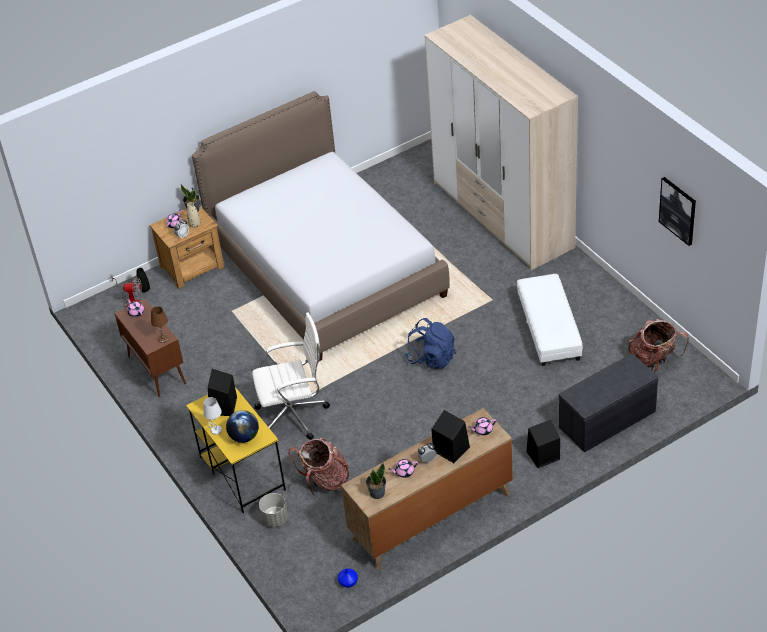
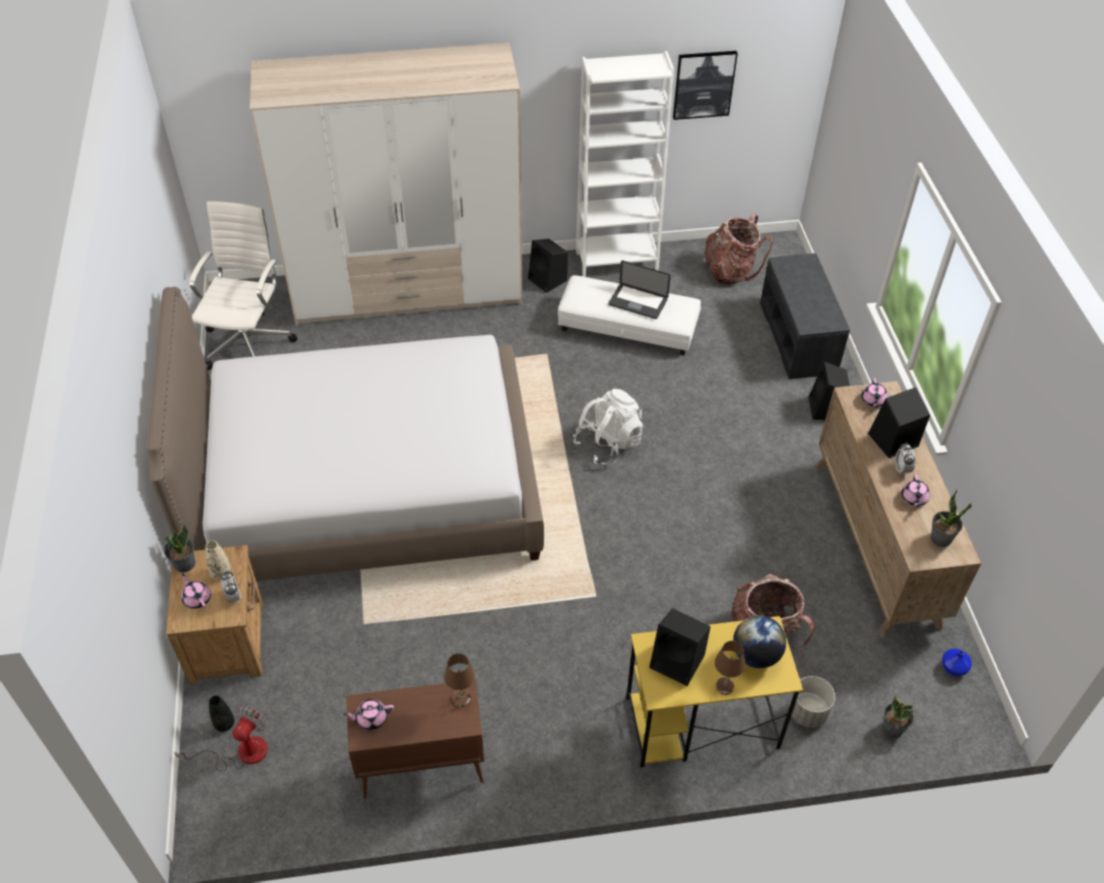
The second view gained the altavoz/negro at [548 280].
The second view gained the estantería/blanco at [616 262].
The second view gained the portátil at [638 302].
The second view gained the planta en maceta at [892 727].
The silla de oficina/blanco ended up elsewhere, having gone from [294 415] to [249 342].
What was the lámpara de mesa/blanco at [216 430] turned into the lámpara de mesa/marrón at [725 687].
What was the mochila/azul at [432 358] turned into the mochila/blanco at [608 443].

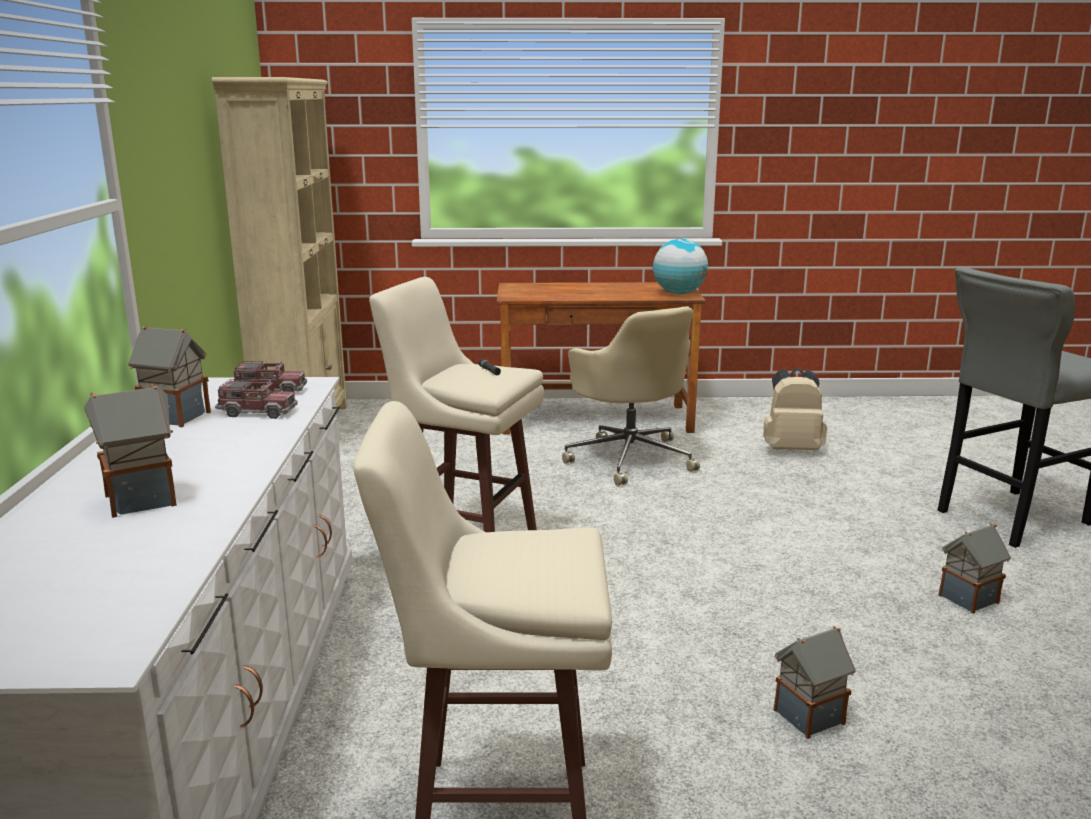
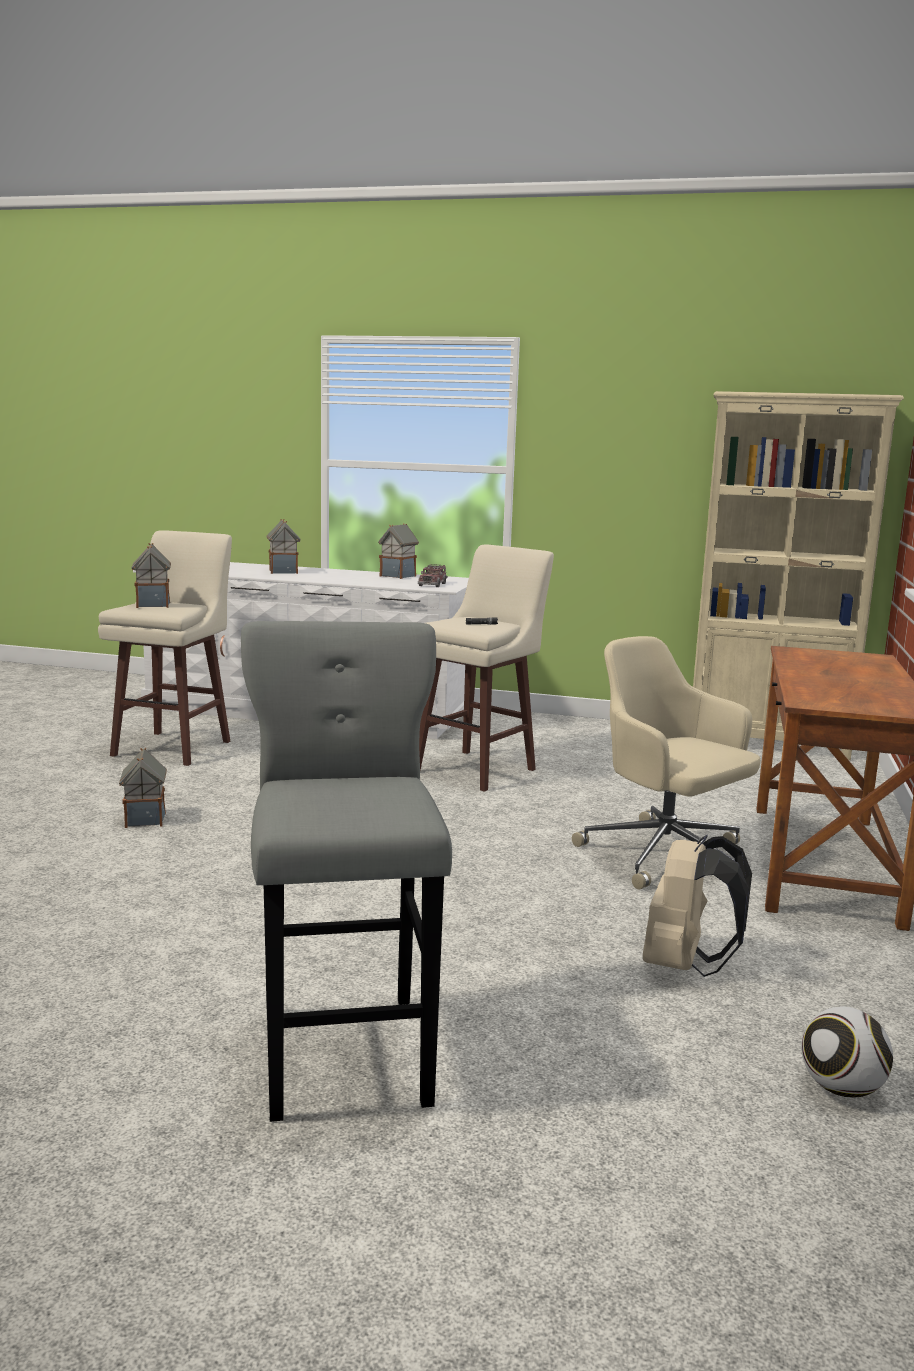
The second view lost the camión de juguete at [257 412].
The second view lost the globo terráqueo at [678 293].
The second view gained the balón de fútbol at [841 1088].
The casita ended up elsewhere, having gone from [968 600] to [153 605].
The silla de oficina/beis at [630 458] ended up facing another way, 60 degrees clockwise from before.

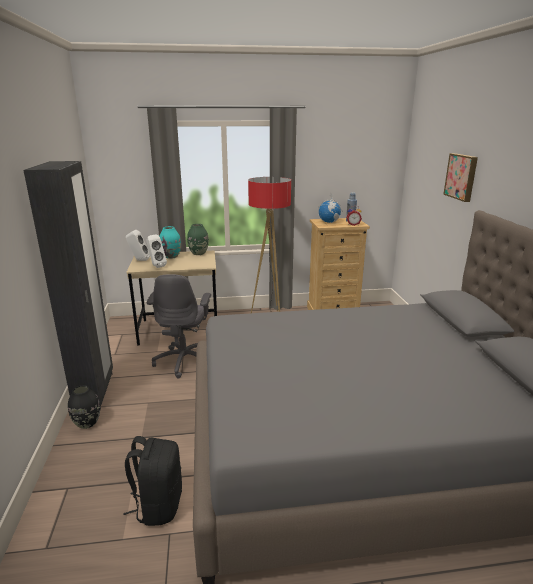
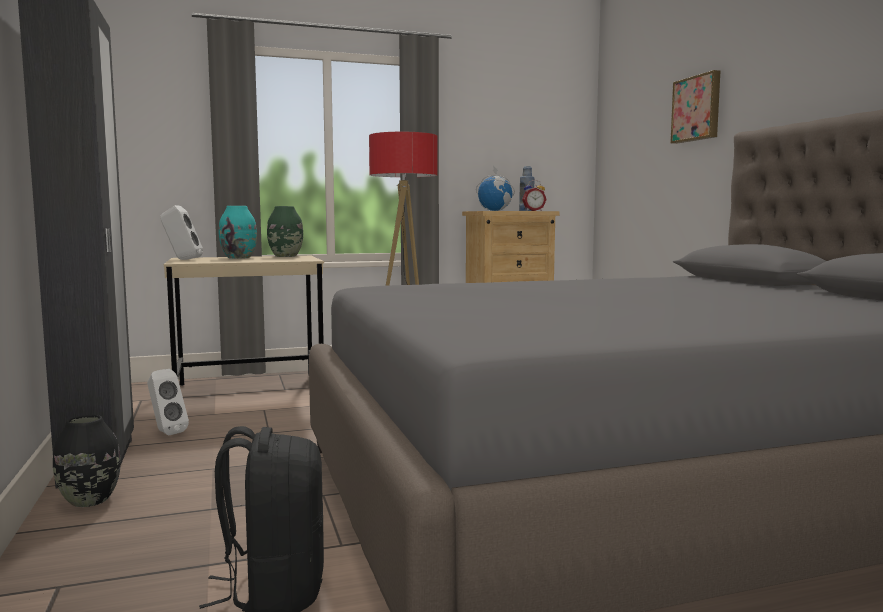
The second view lost the silla de oficina/gris at [184 361].
The altavoz/blanco ended up elsewhere, having gone from [156 266] to [166 433].

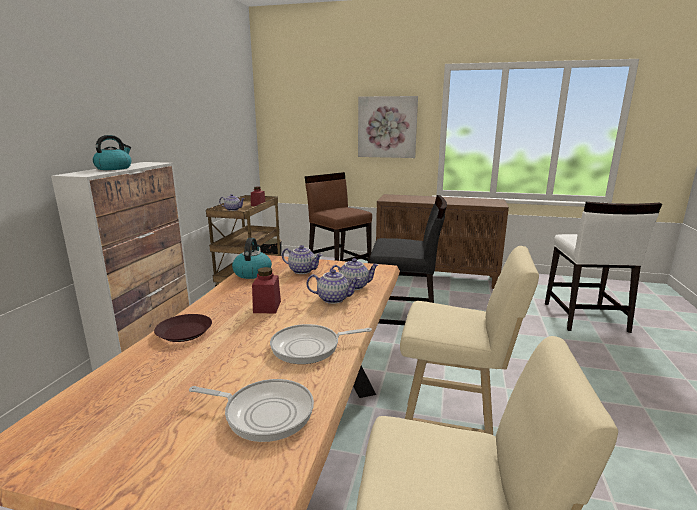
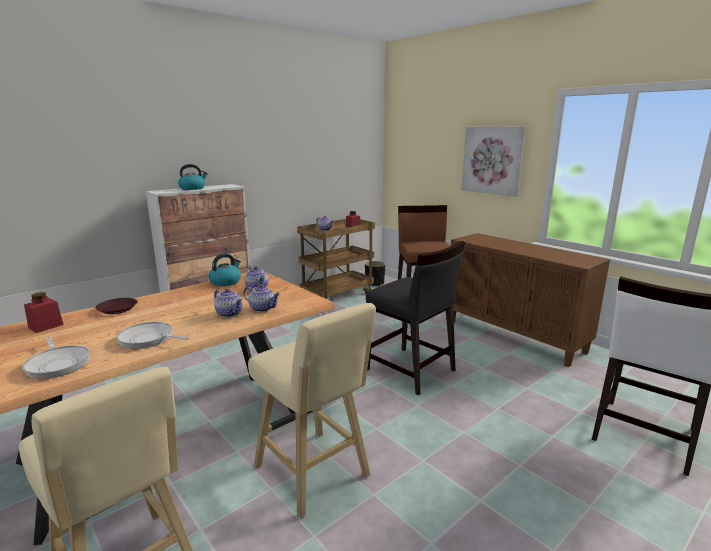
The tarro/rojo ended up elsewhere, having gone from [267 307] to [46 326].

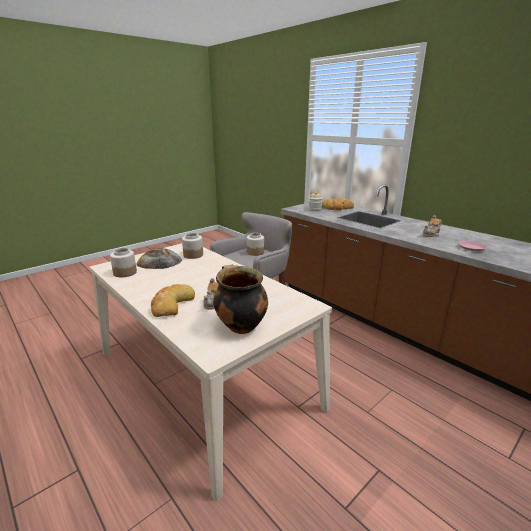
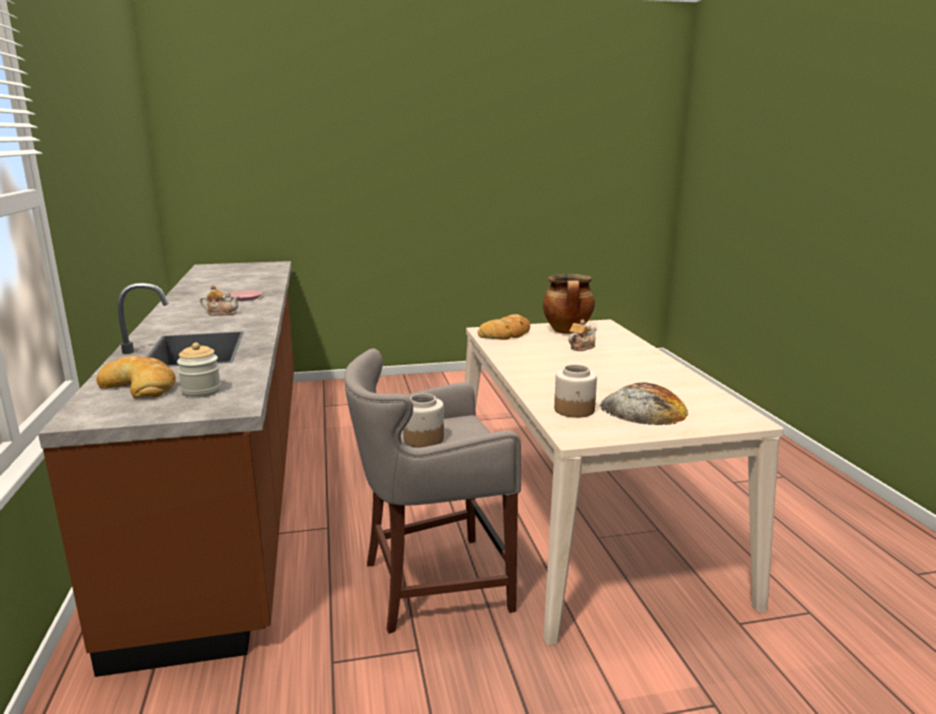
The second view lost the tarro at [125 272].
The pan ended up elsewhere, having gone from [171 304] to [507 334].

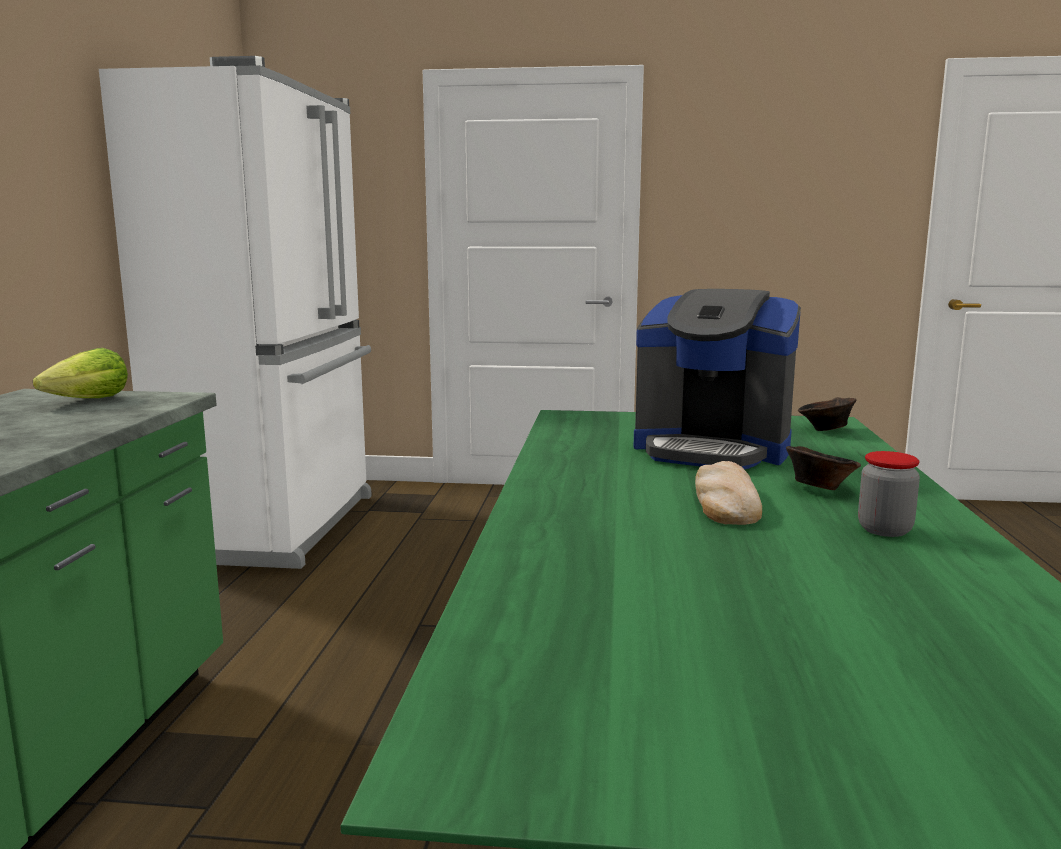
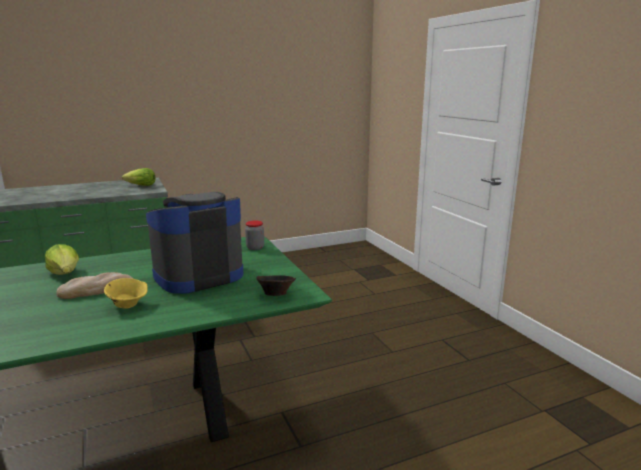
The second view lost the nevera/blanco at [279 526].
The second view gained the lechuga at [65 273].
The tarro ended up elsewhere, having gone from [884 530] to [255 247].
What was the cuenco/marrón at [819 488] turned into the cuenco/amarillo at [128 305].
The cafetera at [712 450] ended up facing another way, 60 degrees clockwise from before.

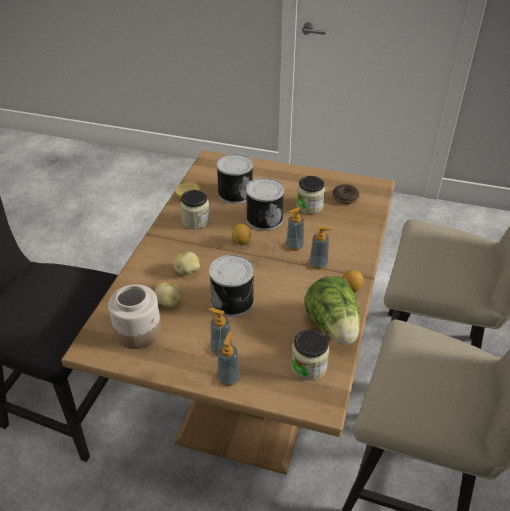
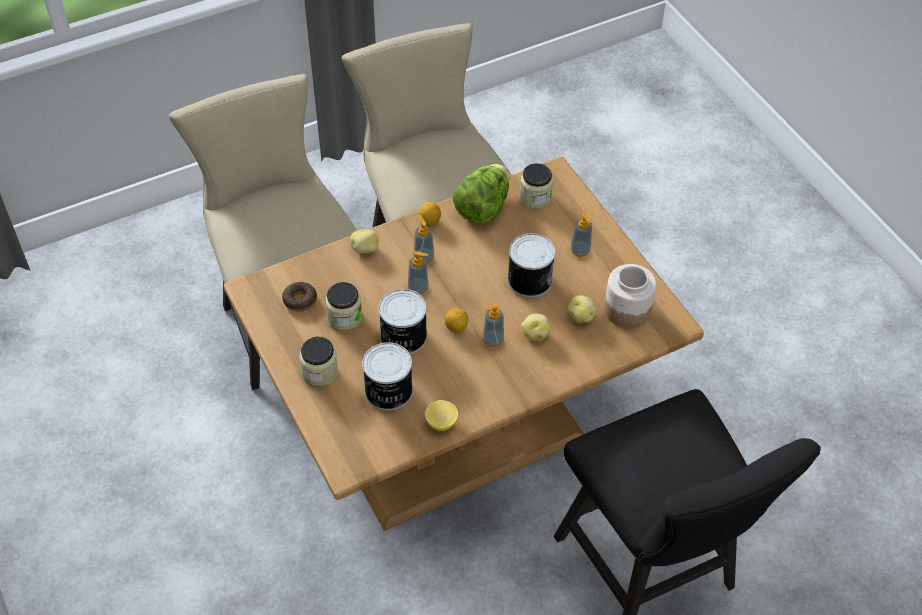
The second view gained the patata at [365 249].
The tarro ended up elsewhere, having gone from [196 221] to [320 372].
The dispensador de jabón ended up elsewhere, having gone from [229 378] to [493 340].

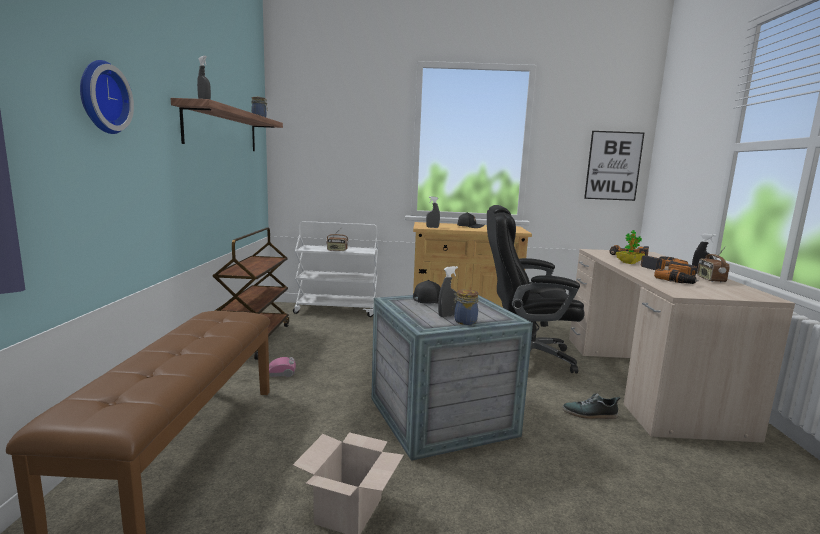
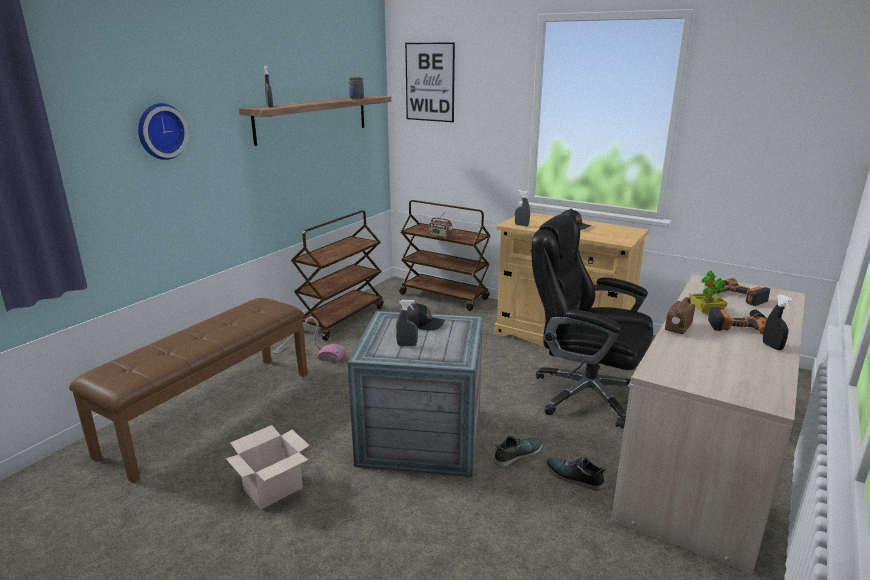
The second view lost the tarro at [464 321].
The second view lost the taladro at [680 279].
The second view gained the zapato at [517 454].
The cuadro ended up elsewhere, having gone from [613 166] to [430 82].
The radio ended up elsewhere, having gone from [710 279] to [677 328].
What was the carrito/blanco at [337 310] turned into the carrito/marrón at [444 296].

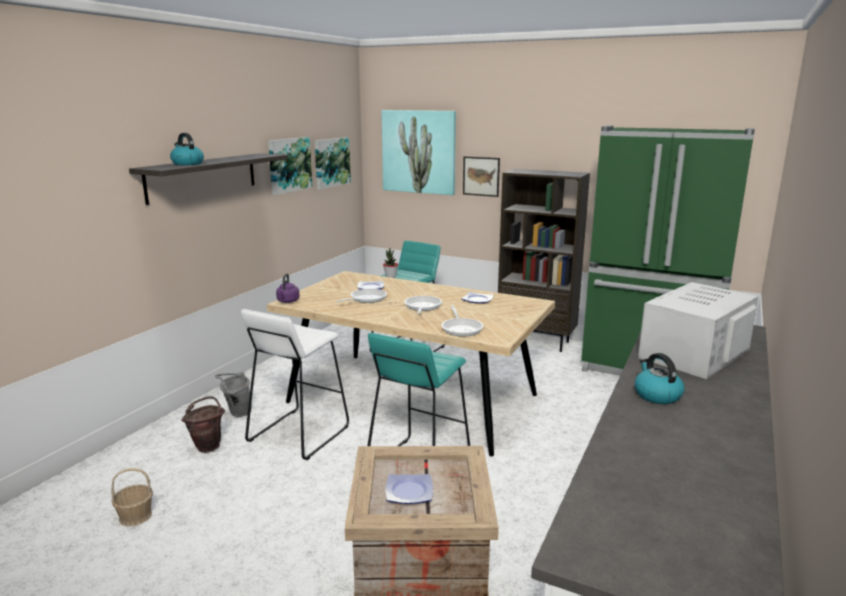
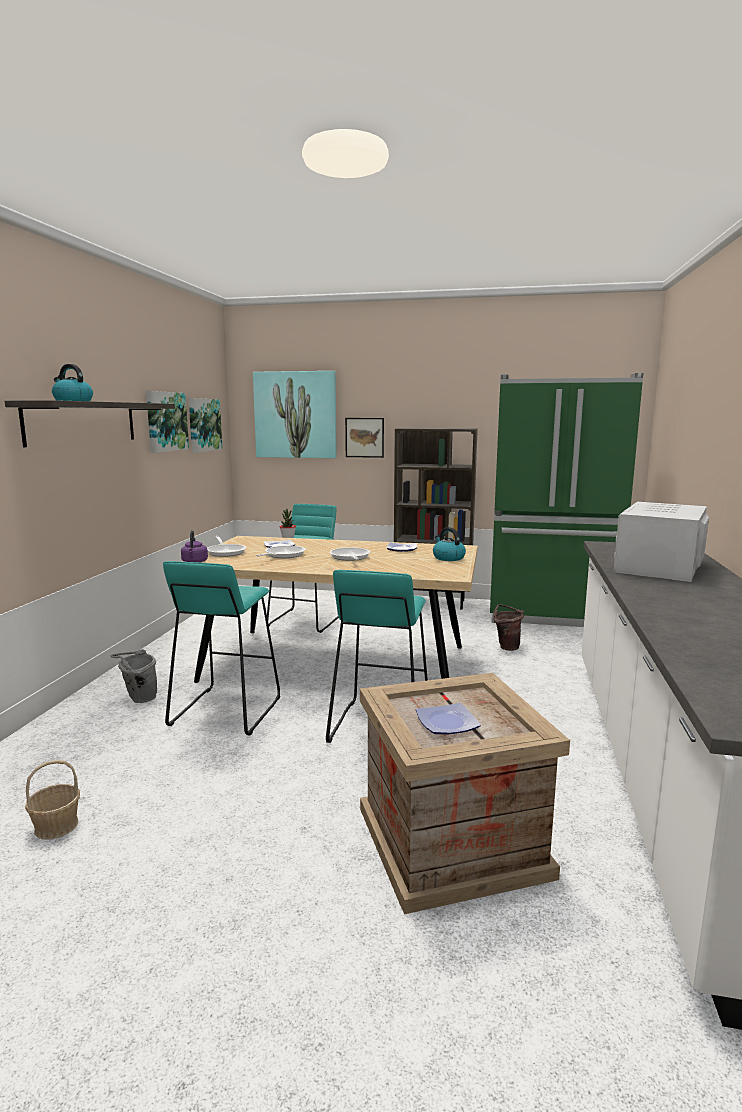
The cubo/marrón ended up elsewhere, having gone from [208 445] to [506 646].
The sartén ended up elsewhere, having gone from [461 328] to [226 552].
The hervidor ended up elsewhere, having gone from [656 395] to [448 558].
What was the taburete/blanco at [298 434] turned into the taburete/turquesa at [225 711].

